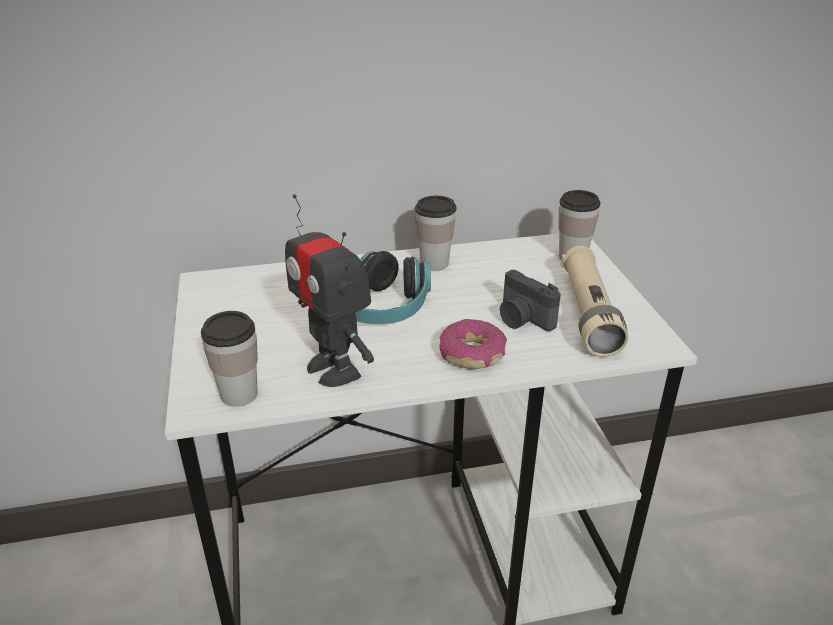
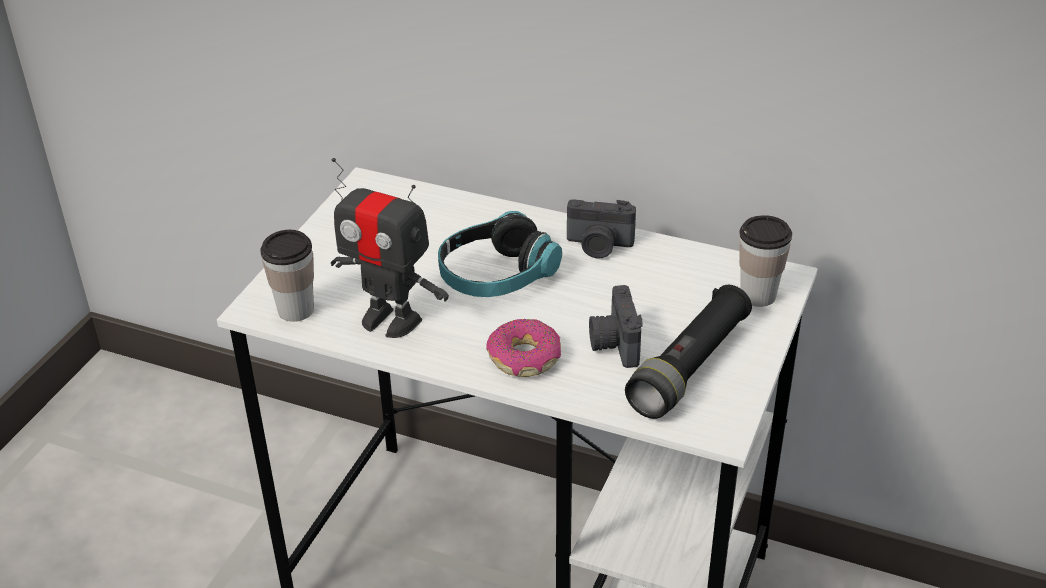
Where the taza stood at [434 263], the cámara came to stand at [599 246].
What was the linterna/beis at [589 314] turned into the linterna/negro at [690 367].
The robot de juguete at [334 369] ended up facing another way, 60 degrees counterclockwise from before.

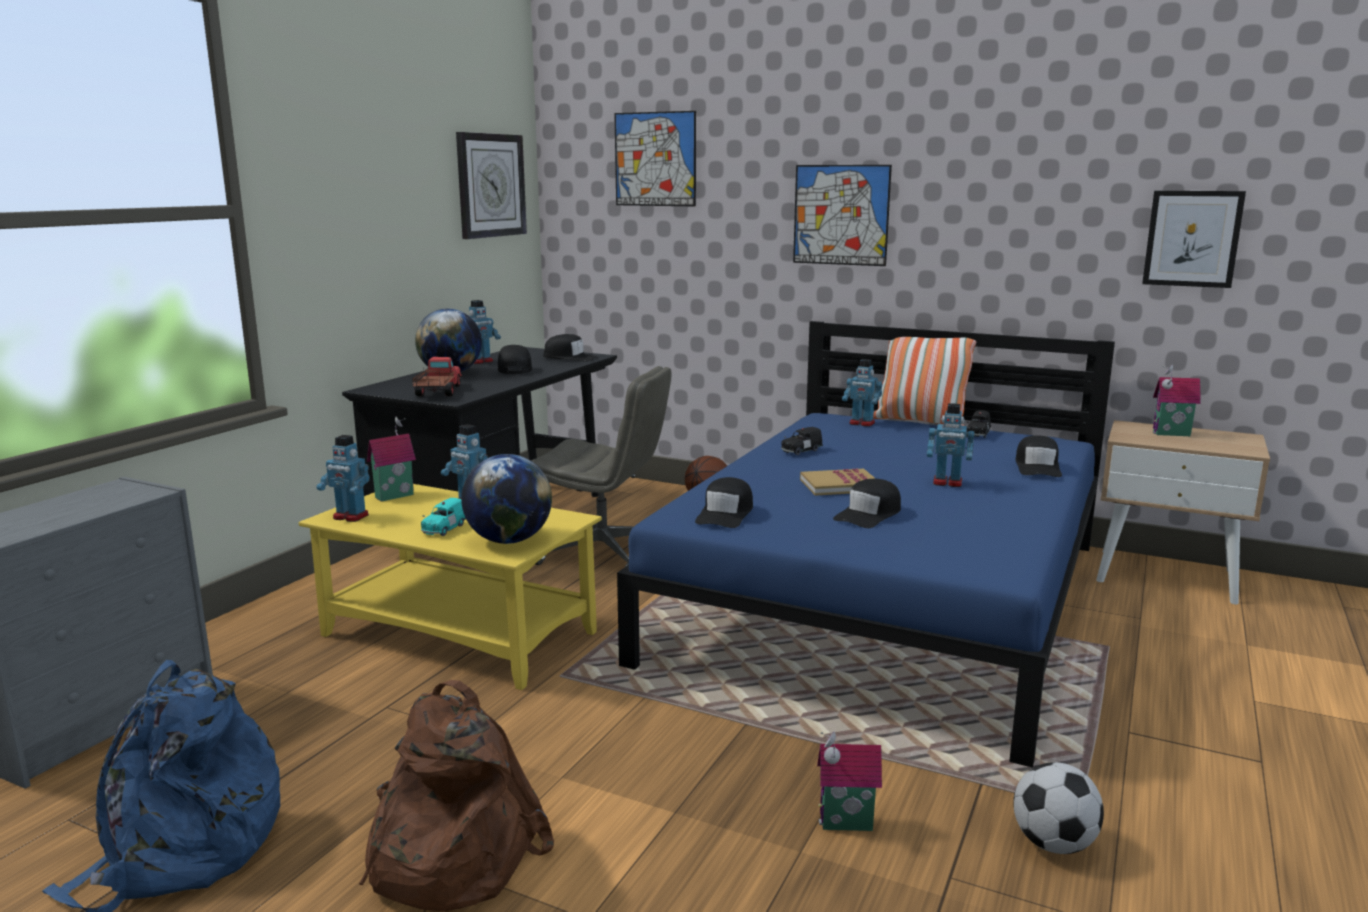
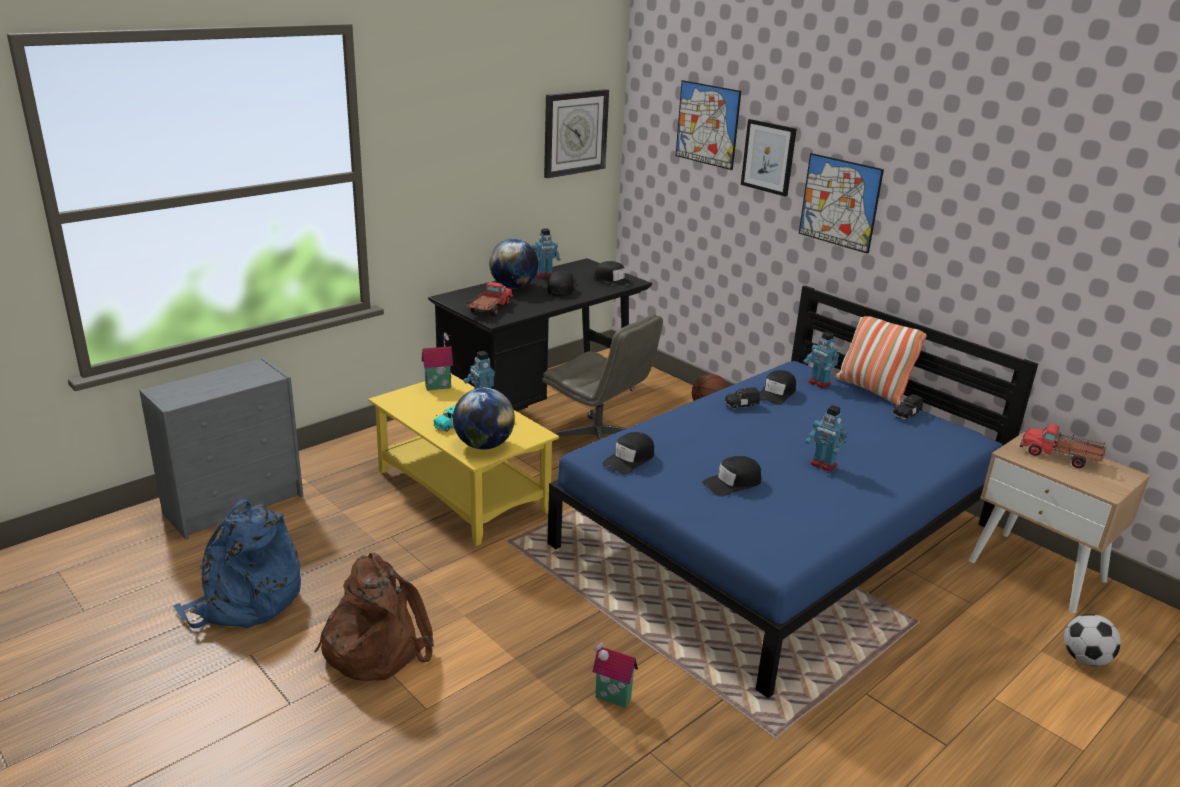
The second view lost the robot de juguete at [350 517].
The second view lost the libro at [839 485].
The balón de fútbol ended up elsewhere, having gone from [1053 843] to [1085 659].
The gorra/negro ended up elsewhere, having gone from [1037 467] to [776 393].
The cuadro ended up elsewhere, having gone from [1192 238] to [768 157].
Where the casita stood at [1171 434], the camión de juguete came to stand at [1060 457].

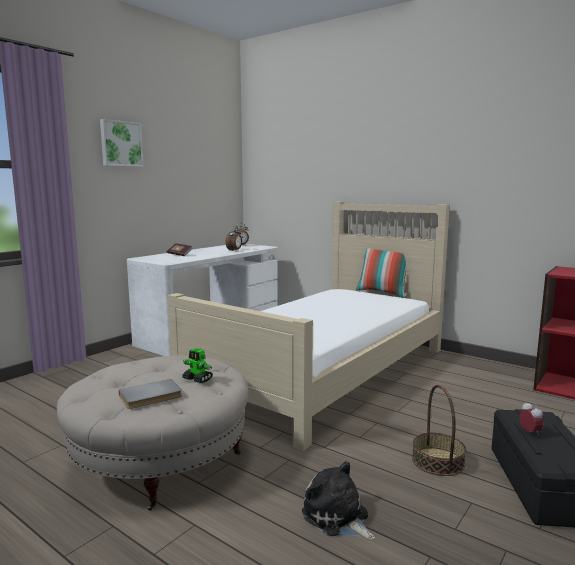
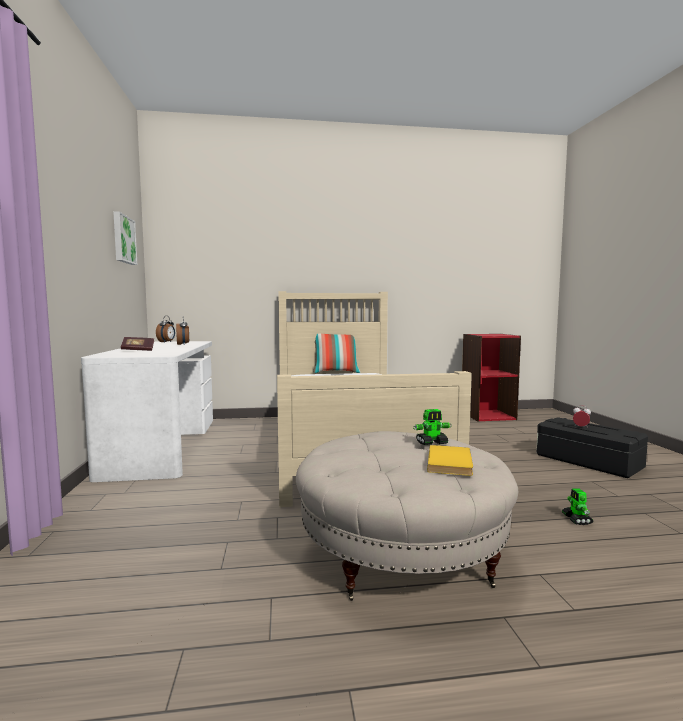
The second view lost the cesta at [438 461].
The cuadro ended up elsewhere, having gone from [120 144] to [123 239].
Where the peluche stood at [337 517], the robot de juguete came to stand at [577 520].
What was the libro/gris at [151 396] turned into the libro/amarillo at [452 463].

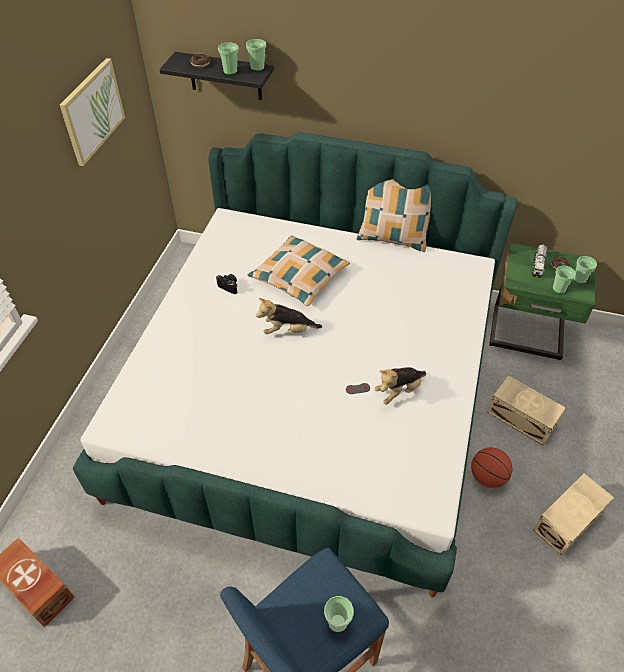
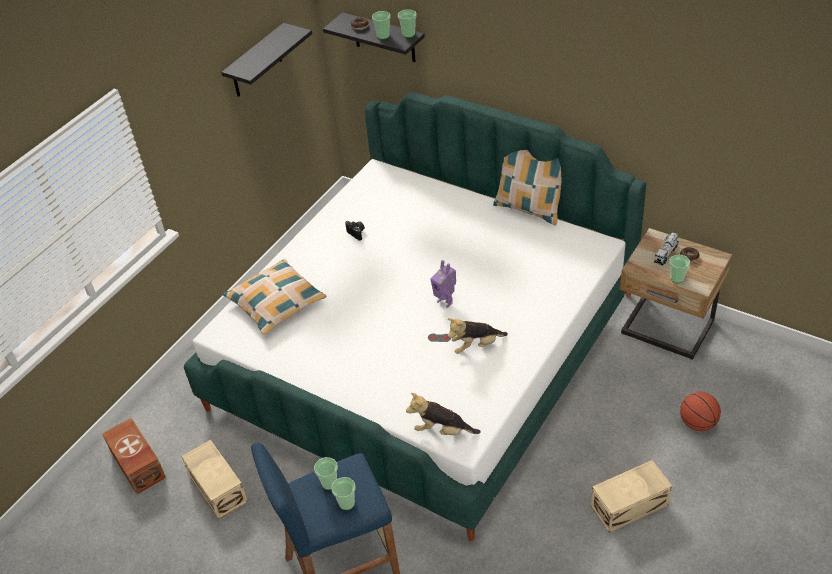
The second view gained the robot de juguete at [445 301].
The cojín ended up elsewhere, having gone from [299 276] to [276 302].
The peluche ended up elsewhere, having gone from [288 331] to [442 430].
The balón de baloncesto ended up elsewhere, having gone from [487 477] to [698 423].
The caja de almacenaje/beis ended up elsewhere, having gone from [521 417] to [218 487].
The taza ended up elsewhere, having gone from [579 279] to [329 483].
Where the cuadro hung at [92 111], the estante/negro came to hang at [256 62].
What was the mesita de noche/verde at [526 335] turned into the mesita de noche/beis at [667 330].

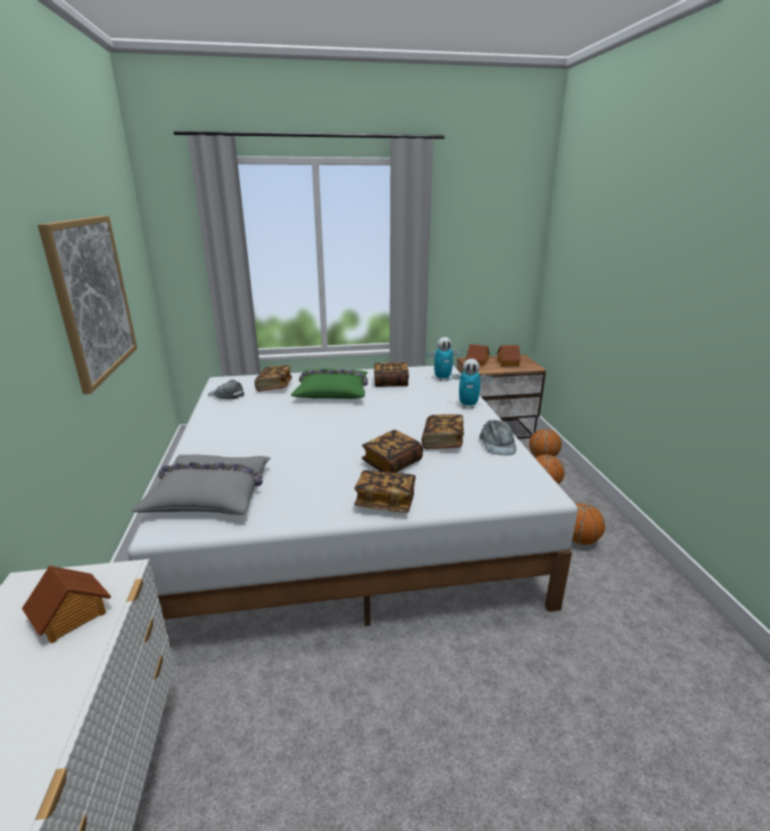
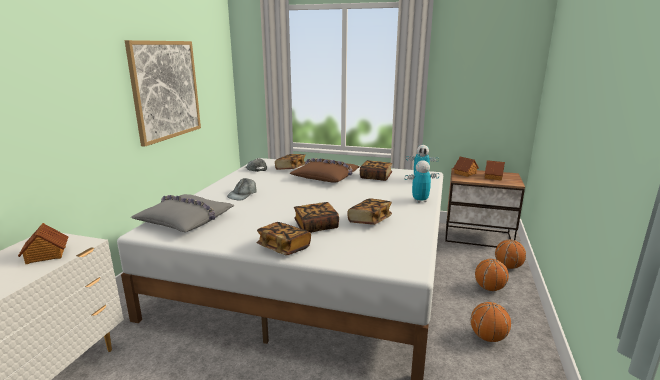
The gorra/gris ended up elsewhere, having gone from [497 444] to [243 194].
What was the cojín/verde at [333 391] turned into the cojín/marrón at [326 177].
The robot de juguete at [468 405] ended up facing another way, 135 degrees clockwise from before.

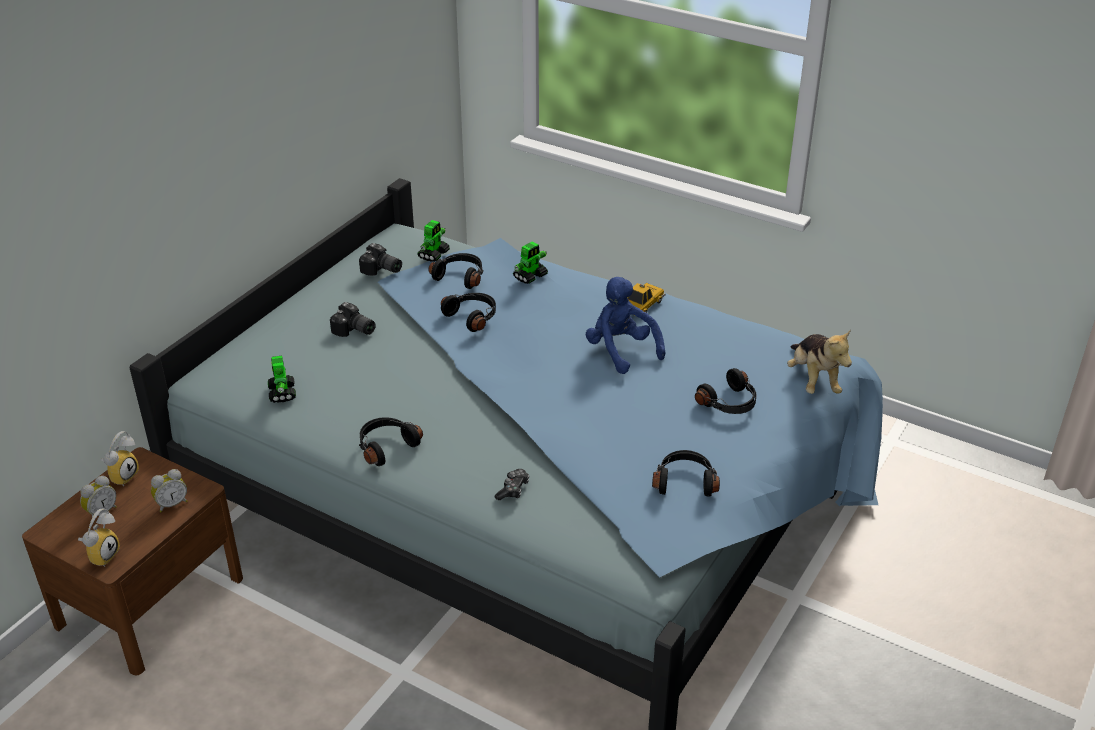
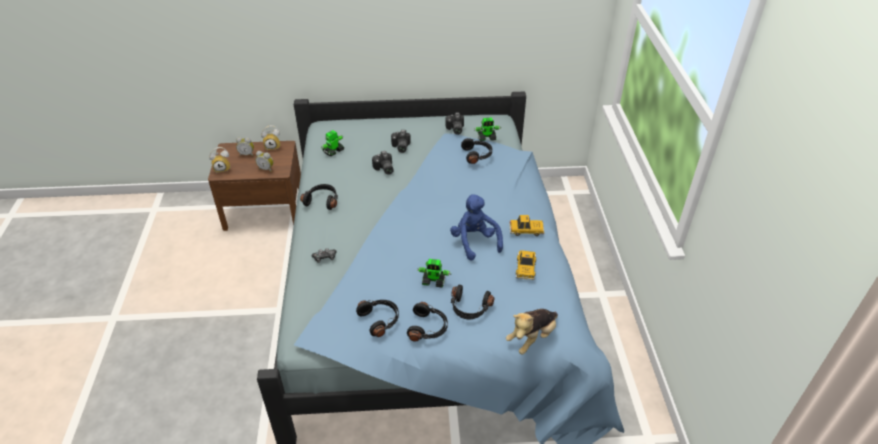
The second view gained the cámara at [384 169].
The second view gained the coche de juguete at [525 268].
The auriculares/negro ended up elsewhere, having gone from [472 317] to [428 328].
The robot de juguete ended up elsewhere, having gone from [530 276] to [434 281].
The peluche/azul at [621 350] ended up facing another way, 45 degrees counterclockwise from before.

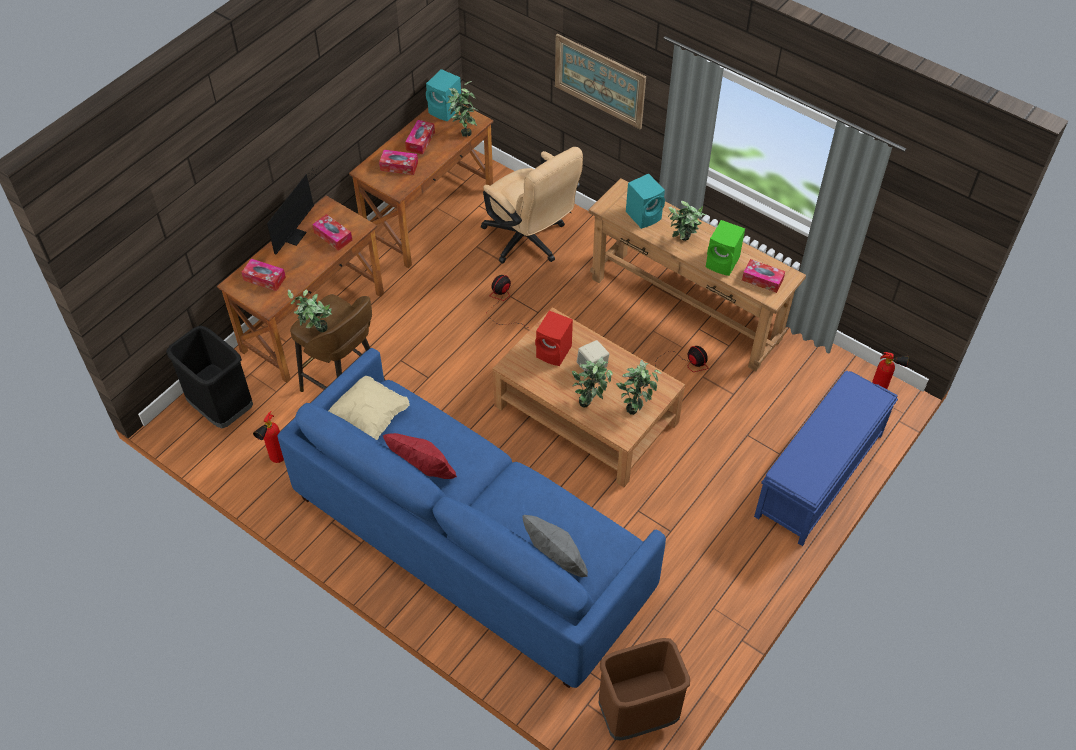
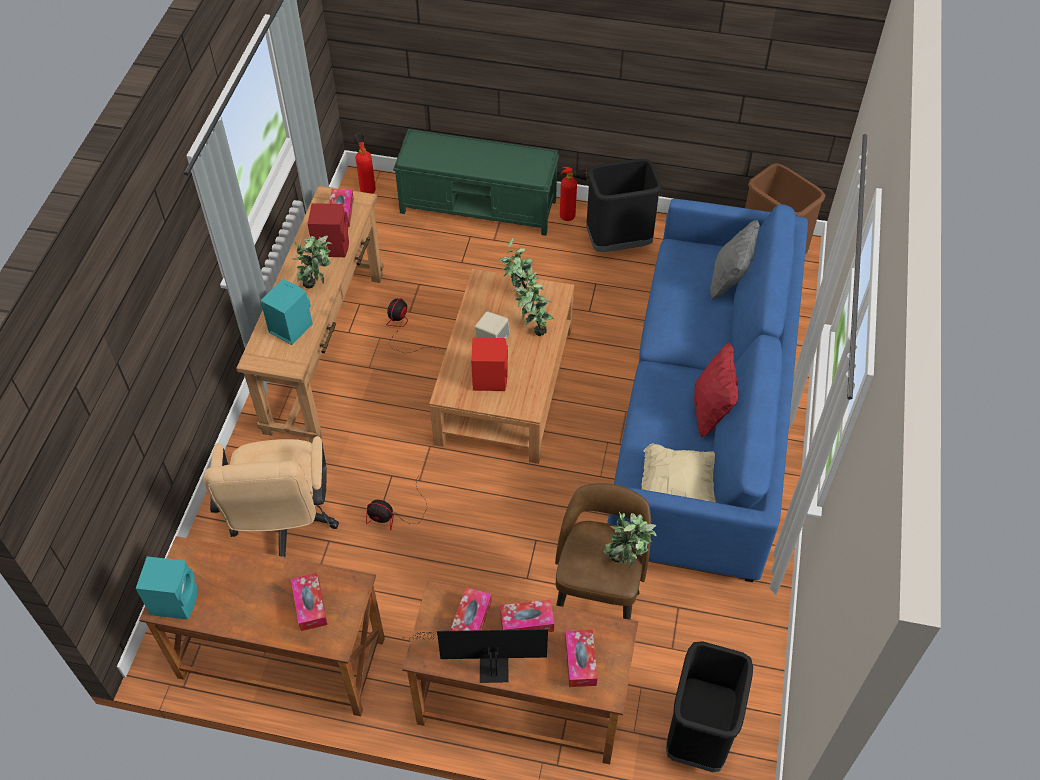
The second view lost the planta en maceta at [463 131].
The second view lost the cuadro at [599 81].
The second view gained the papelera/negro at [618 242].
The extintor ended up elsewhere, having gone from [276 460] to [571 217].
The caja de pañuelos ended up elsewhere, having gone from [420 141] to [526 622].
What was the altavoz/verde at [723 263] turned into the altavoz/rojo at [332 246].
What was the banco/azul at [818 476] turned into the banco/verde at [479 207].
The silla de oficina/beis at [529 241] ended up facing another way, 150 degrees clockwise from before.

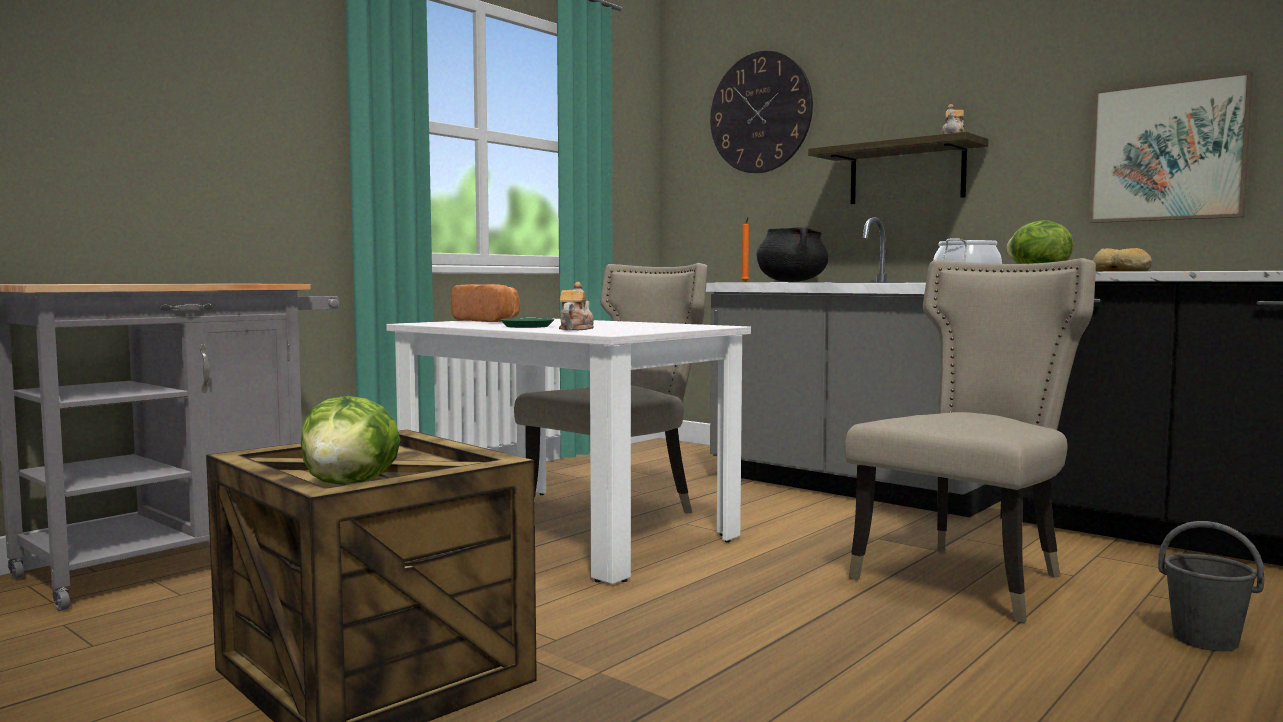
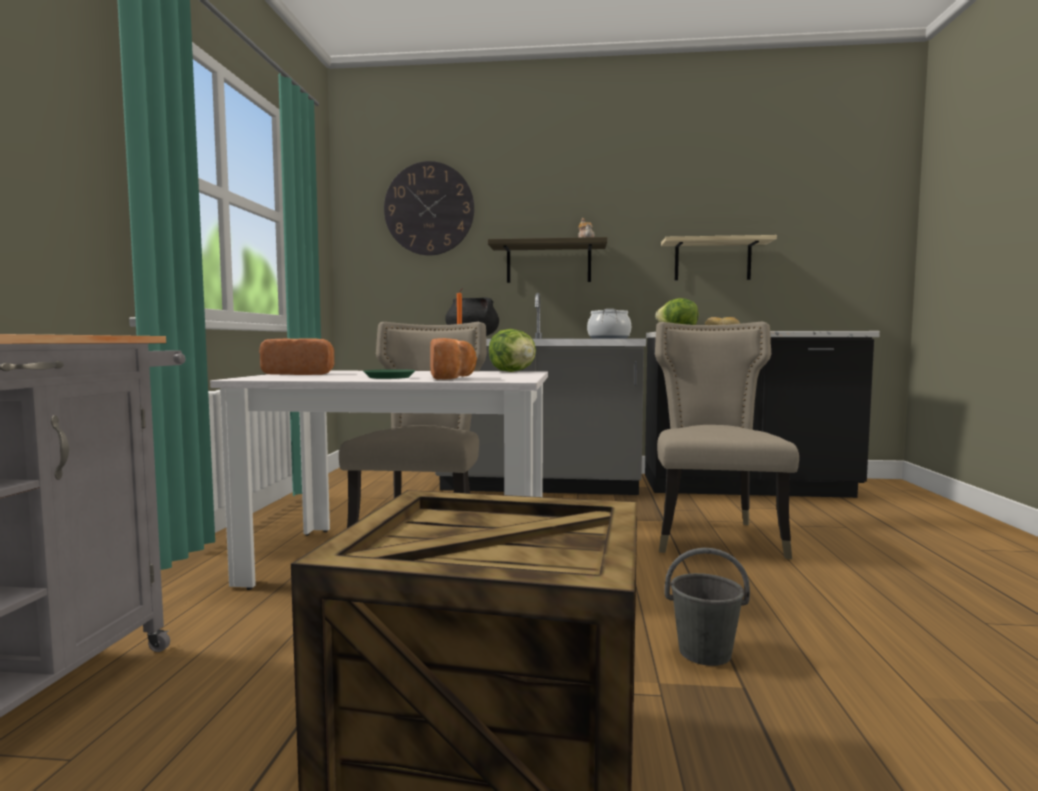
The lechuga ended up elsewhere, having gone from [351 484] to [513 372].
The cubo/gris ended up elsewhere, having gone from [1206 640] to [706 652].
Where the tetera stood at [575 329], the pan came to stand at [453 378].
Where the cuadro hung at [1167 151], the estante came to hang at [712 260].

